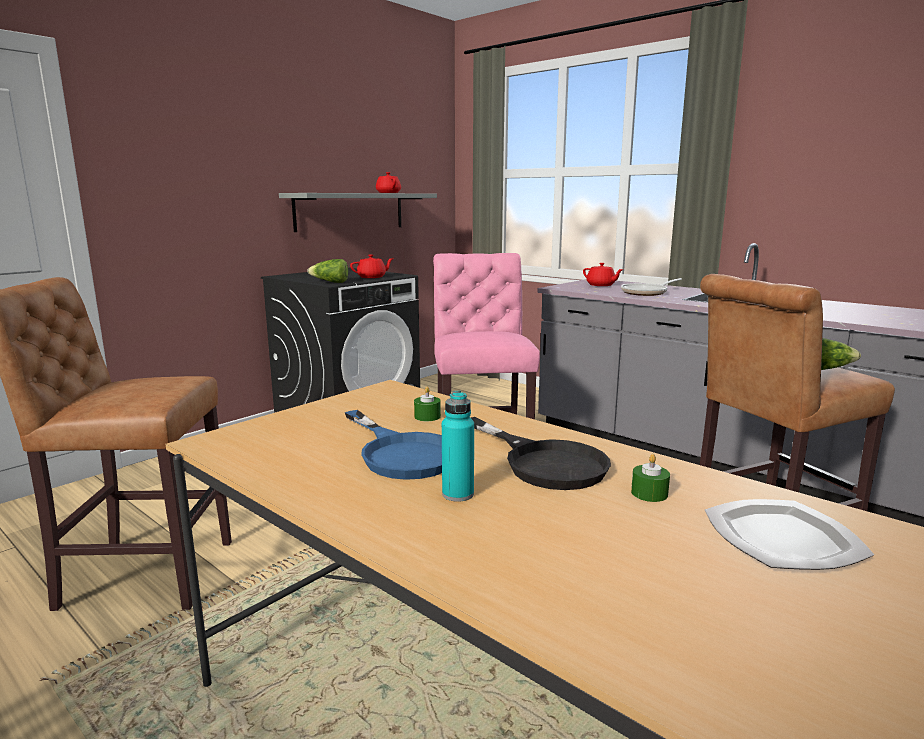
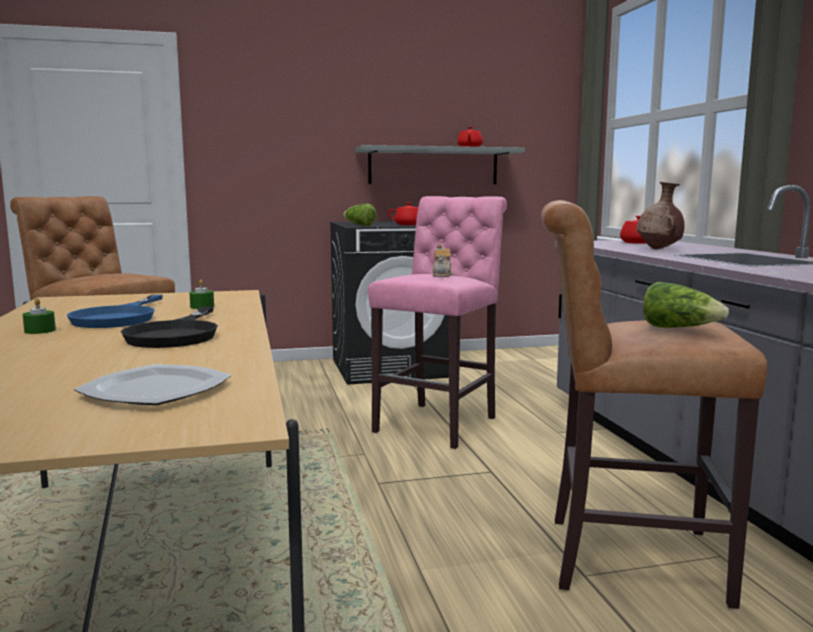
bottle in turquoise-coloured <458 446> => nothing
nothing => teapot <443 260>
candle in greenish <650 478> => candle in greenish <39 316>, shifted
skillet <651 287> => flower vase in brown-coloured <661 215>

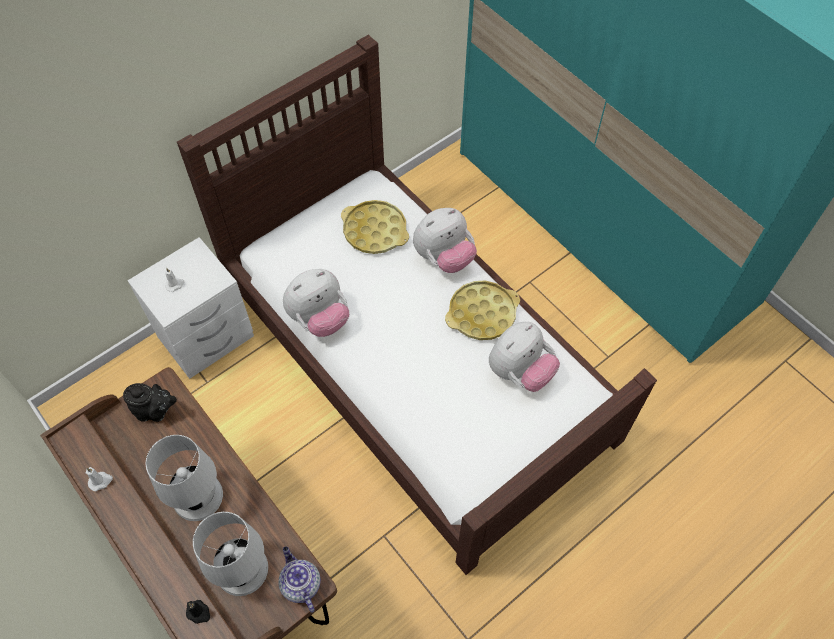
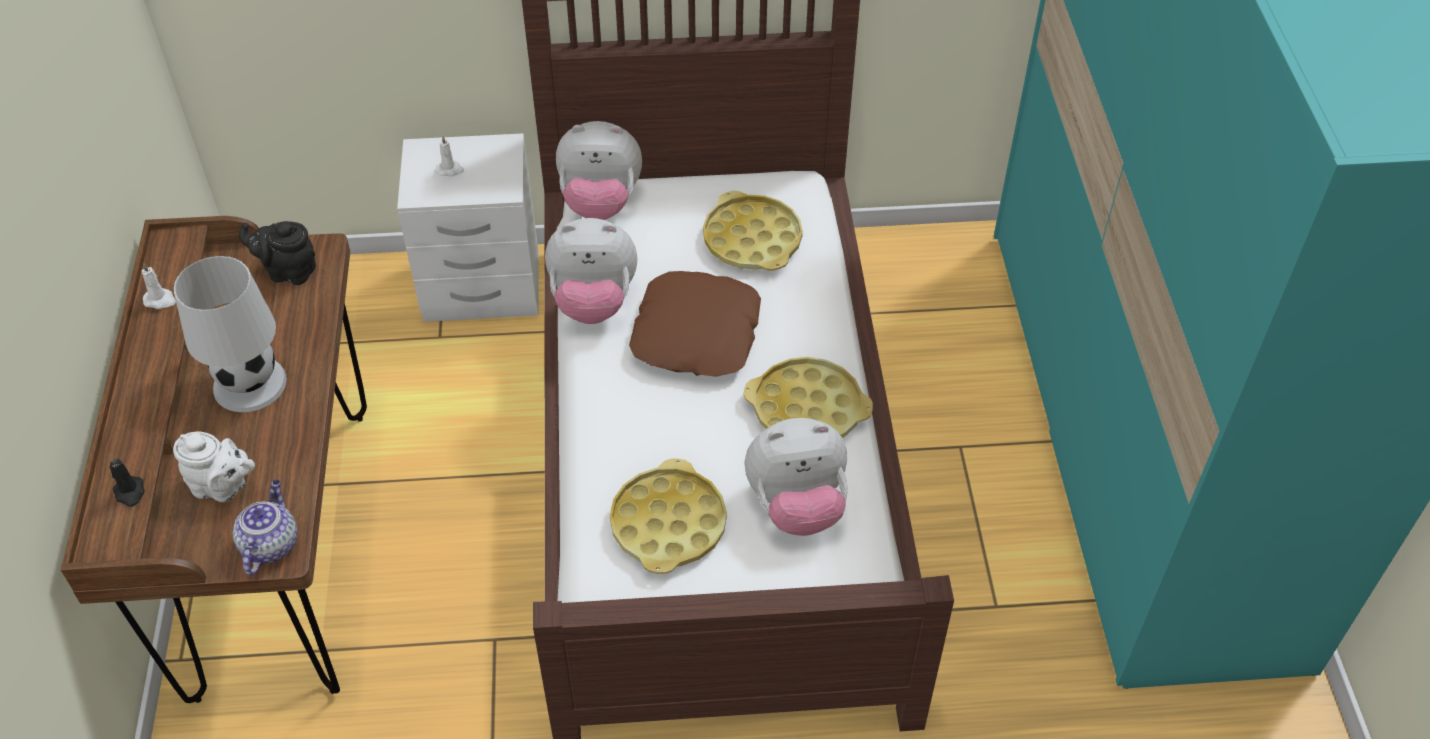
nothing => carrying tray in yellowish <668 516>
nothing => cushion in brown-coloured <695 324>
soft toy <445 240> => soft toy <599 170>, shifted
tabletop lamp in whitish <230 554> => teapot in whitish <214 466>
teapot in black <150 402> => teapot in black <277 253>, 150 degrees clockwise

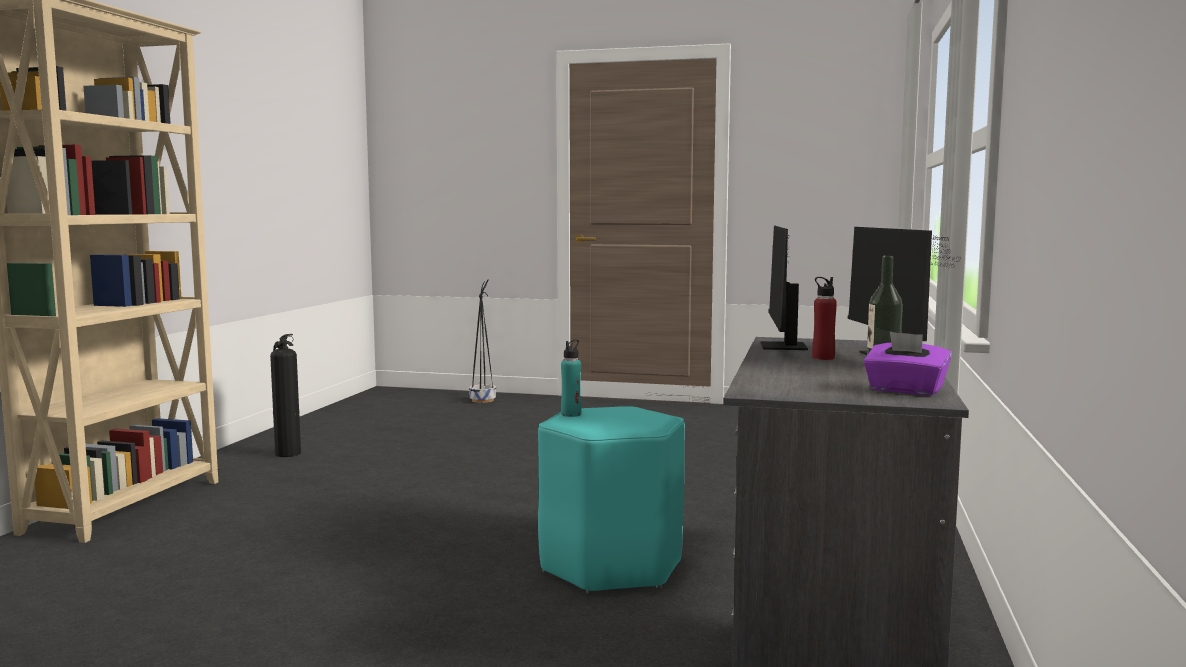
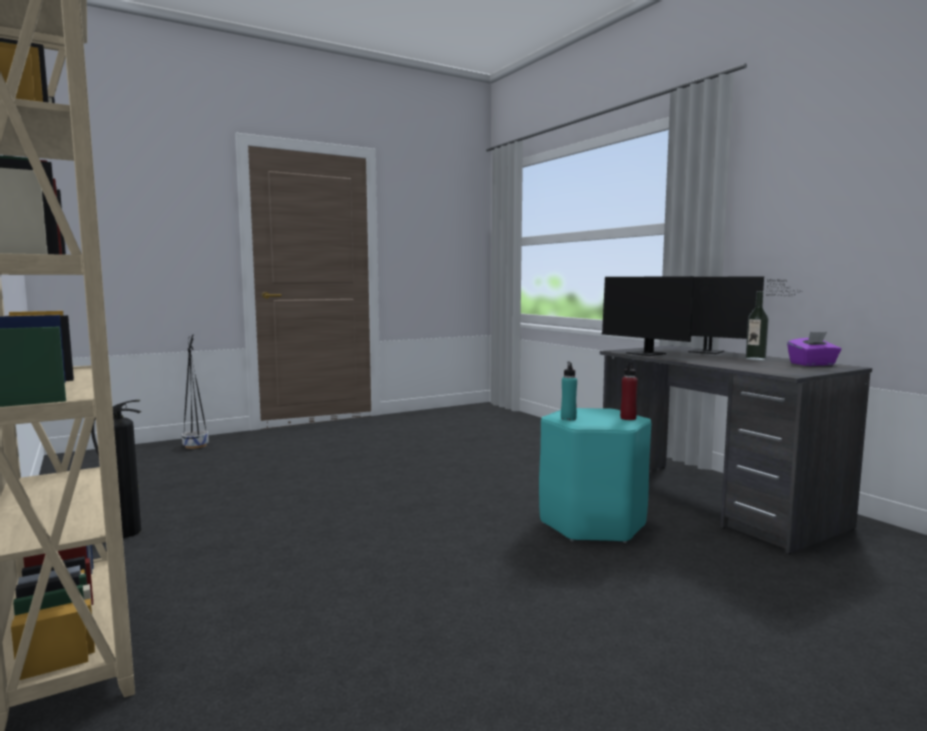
bottle in red <824 318> => bottle in red <629 391>, shifted

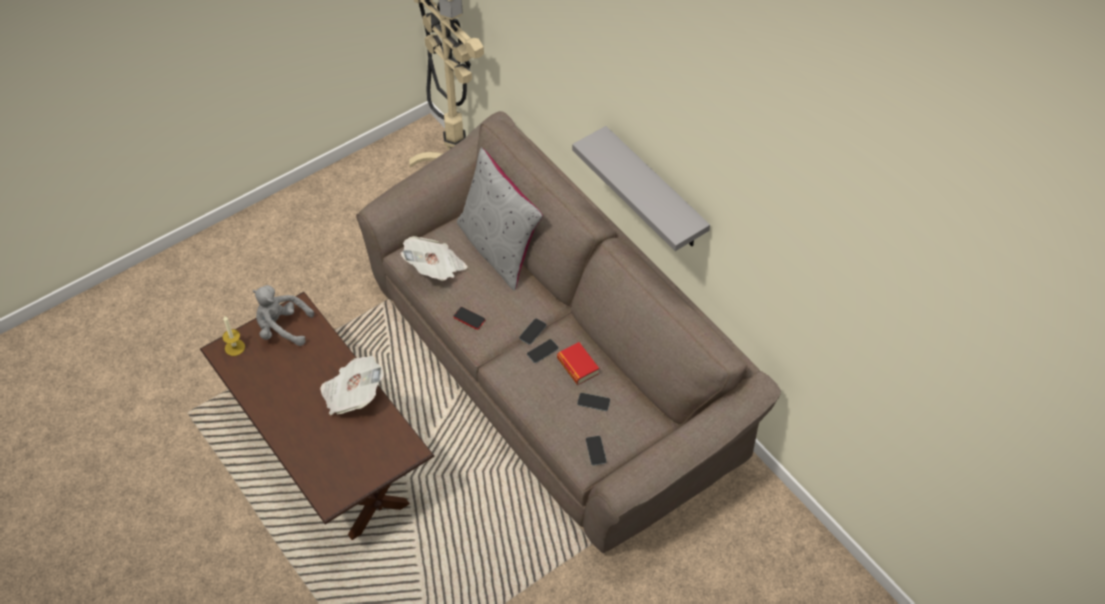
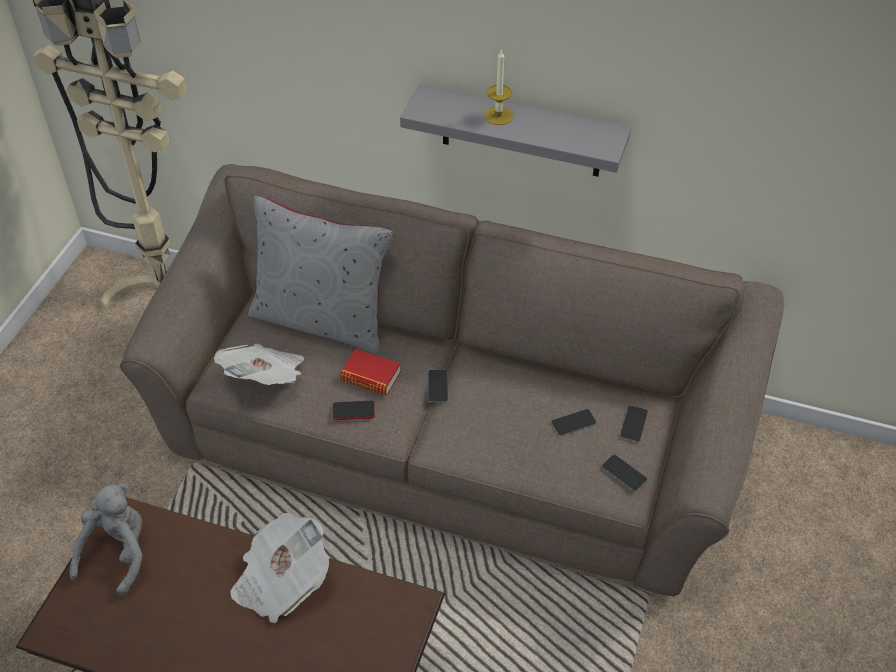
candle <233 336> => candle <498 87>, shifted
telephone <543 351> => telephone <634 424>, shifted
bound book <578 363> => bound book <370 372>, shifted
soft toy in grey <283 315> => soft toy in grey <106 540>, 135 degrees clockwise

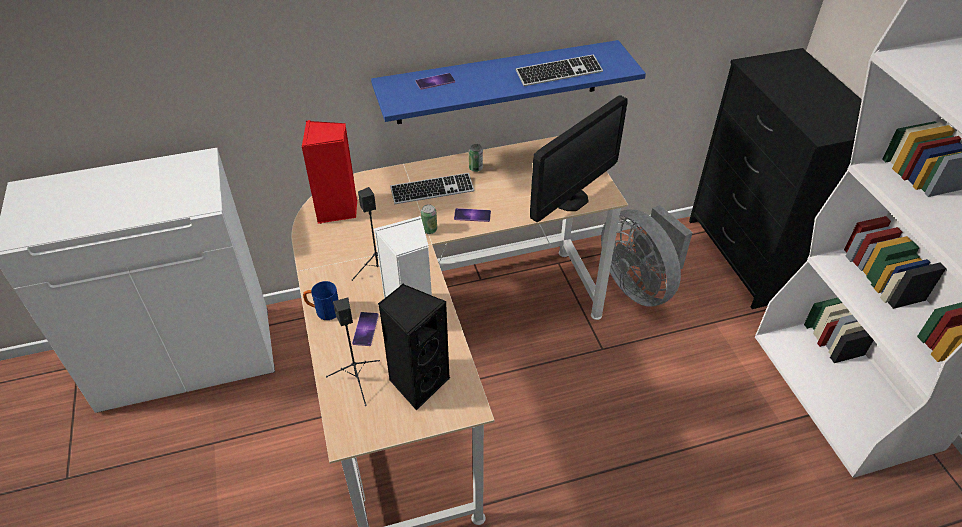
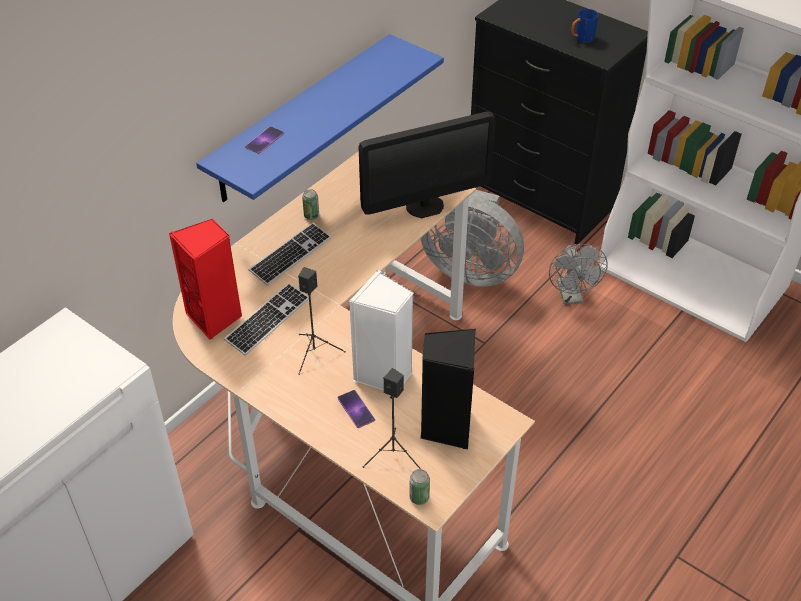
telephone <472 215> => nothing
nothing => cooling fan in grey <578 274>
mug in bluish <320 300> => mug in bluish <585 26>, shifted
metal can <429 219> => metal can <419 487>, shifted
computer keyboard <559 70> => computer keyboard <266 319>, shifted
computer display <579 158> => computer display <427 164>, 60 degrees clockwise

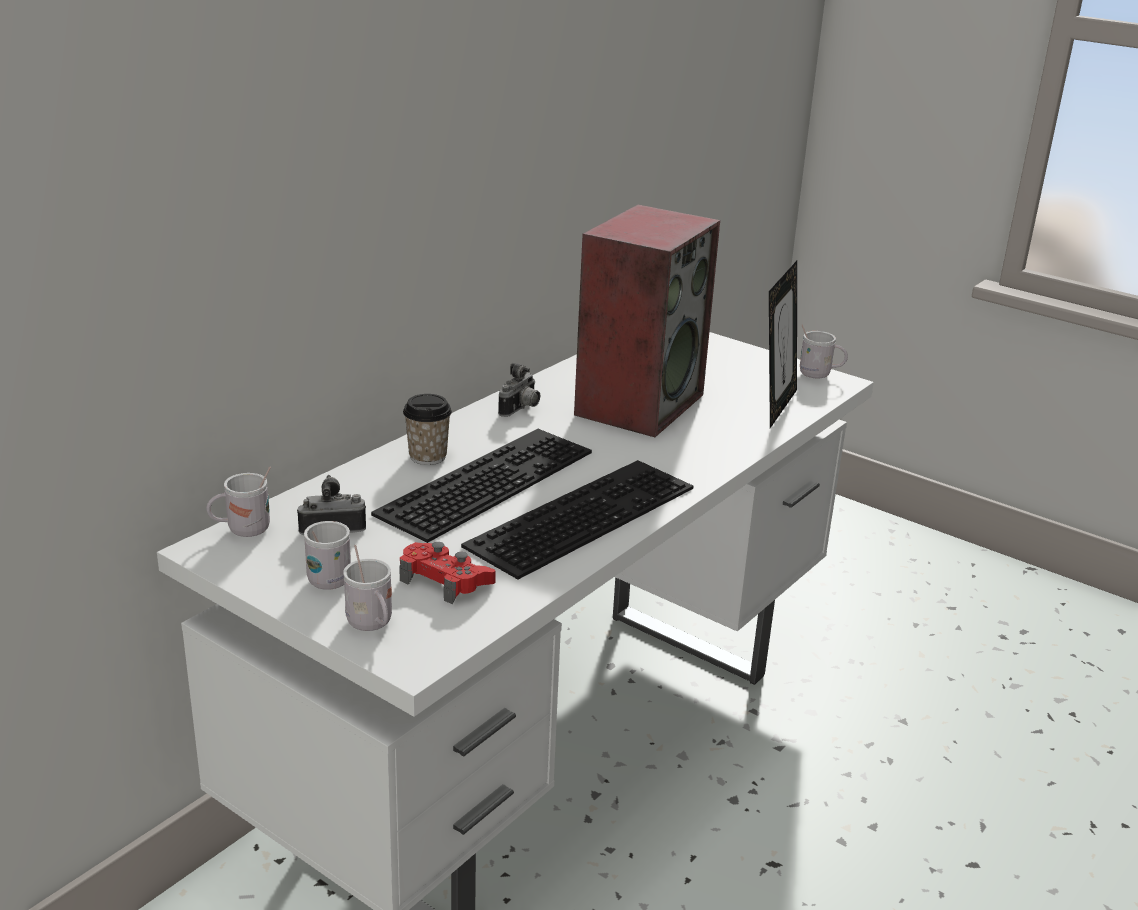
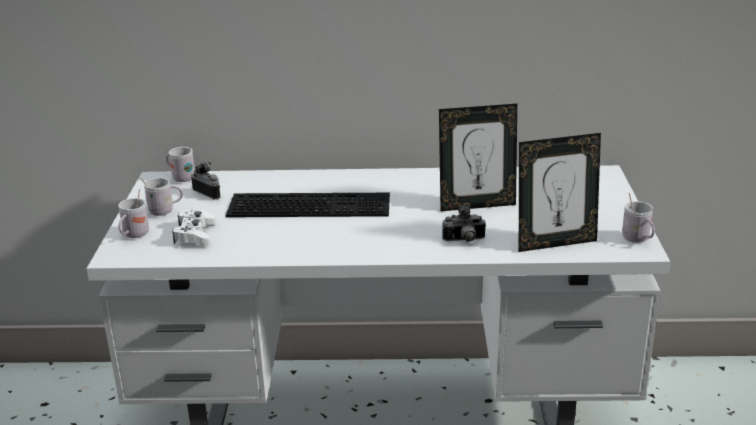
drinking cup <427 429> => nothing
computer keyboard <577 519> => nothing
still camera <519 390> => still camera <464 223>, shifted
speaker <647 321> => photo frame <478 157>
game controller in red <447 573> => game controller in whitish <194 227>

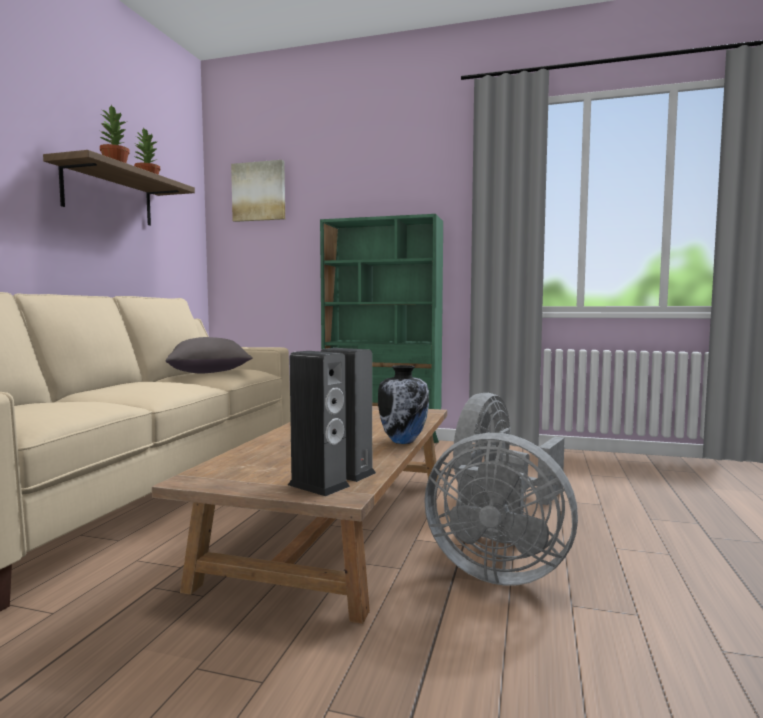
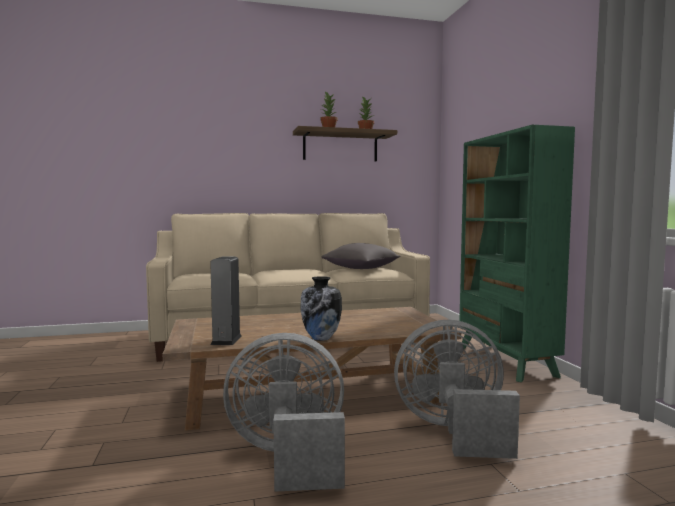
picture <258 191> => nothing
speaker <319 423> => nothing
cooling fan in grey <501 509> => cooling fan in grey <284 412>, 90 degrees clockwise

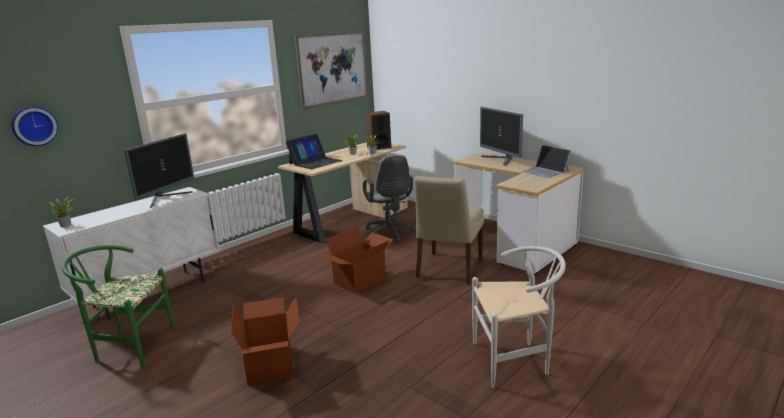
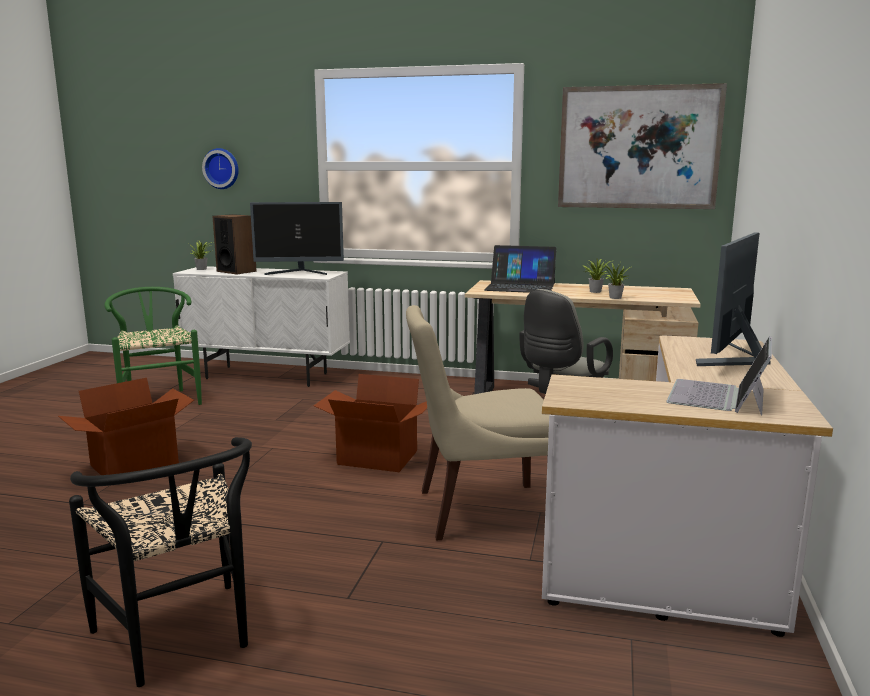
speaker <378 130> => speaker <234 244>, shifted
upright chair in whitish <519 317> => upright chair in black <160 562>

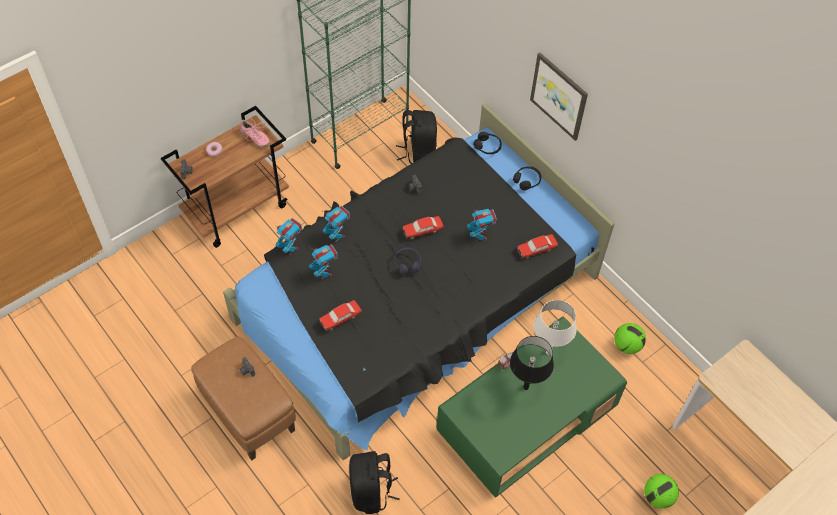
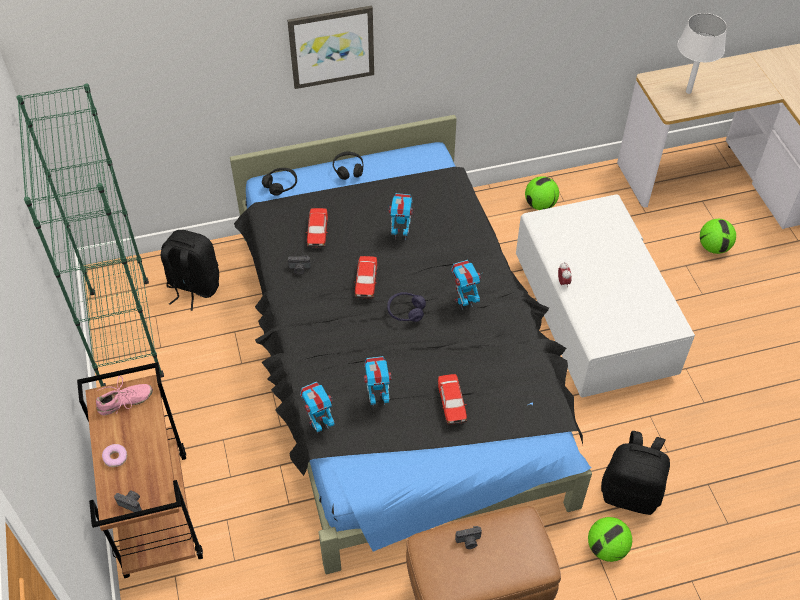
tabletop lamp in black <532 363> => nothing
nothing => ball for football <610 539>
robot figure <336 224> => robot figure <466 285>, shifted
miniature car <537 246> => miniature car <317 227>, shifted
tabletop lamp in whitish <555 327> => tabletop lamp in whitish <702 53>, shifted
low table in greenish <531 407> => low table in whitish <605 295>

